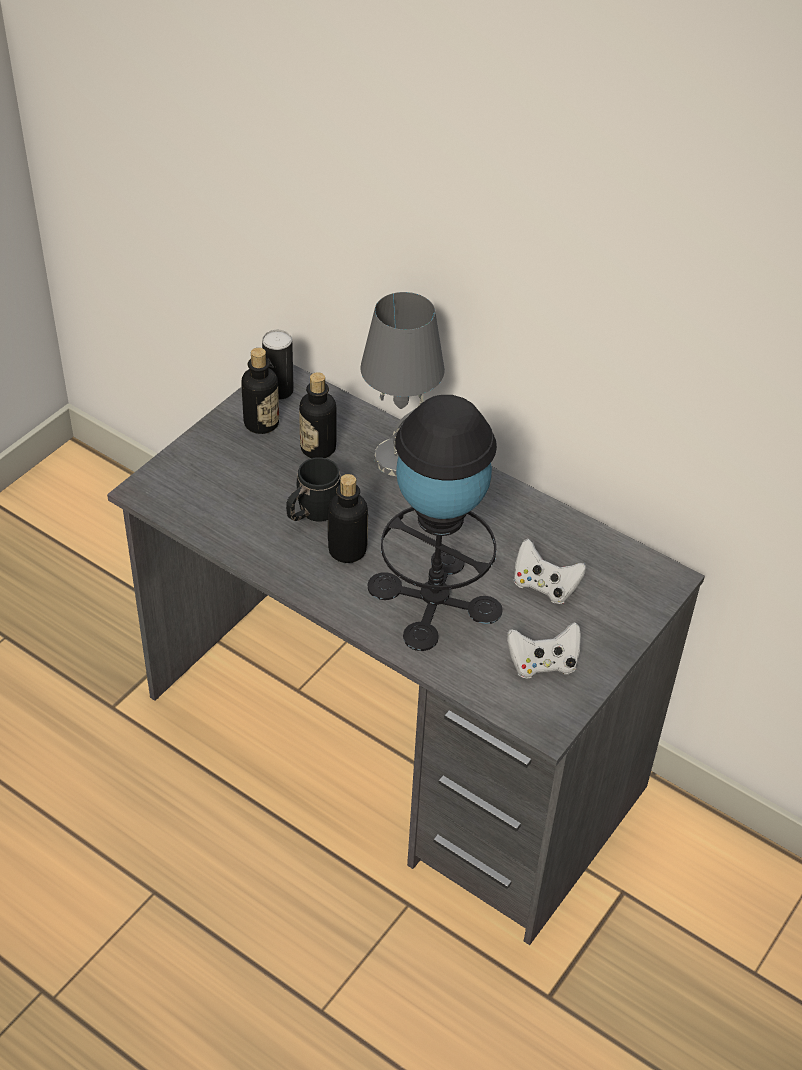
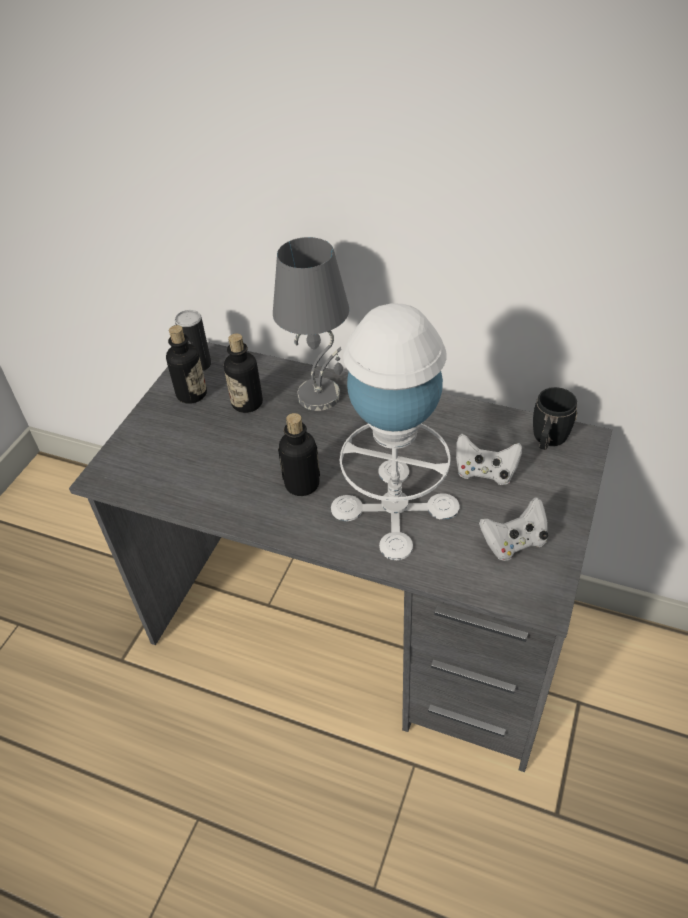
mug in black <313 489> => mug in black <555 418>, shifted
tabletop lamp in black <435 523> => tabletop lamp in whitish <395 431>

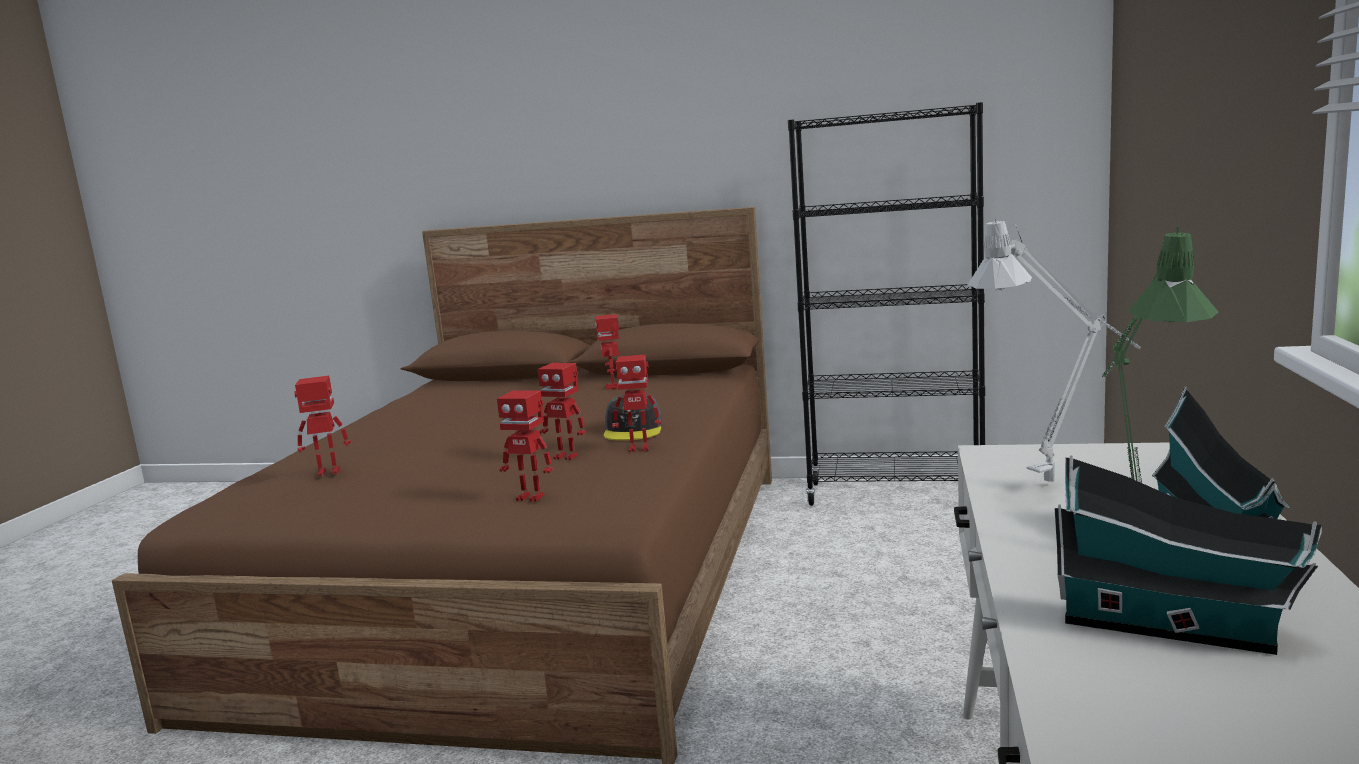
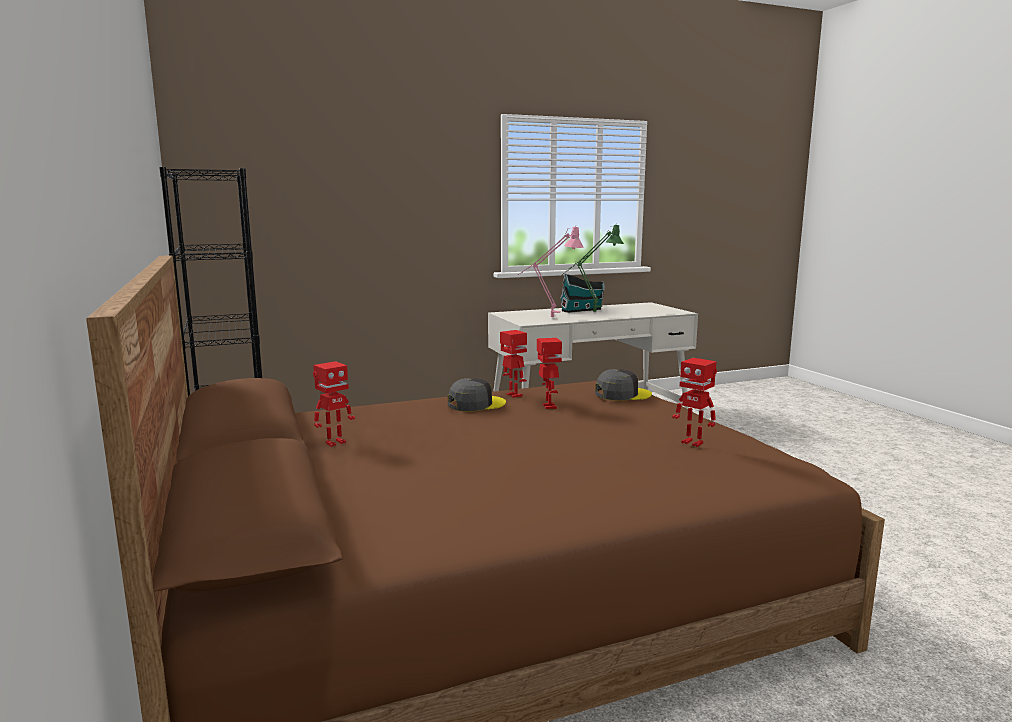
model house <1188 555> => nothing
robot figure <525 446> => cap in grey <623 385>
tabletop lamp in grey <1054 350> => tabletop lamp in pink-coloured <550 272>

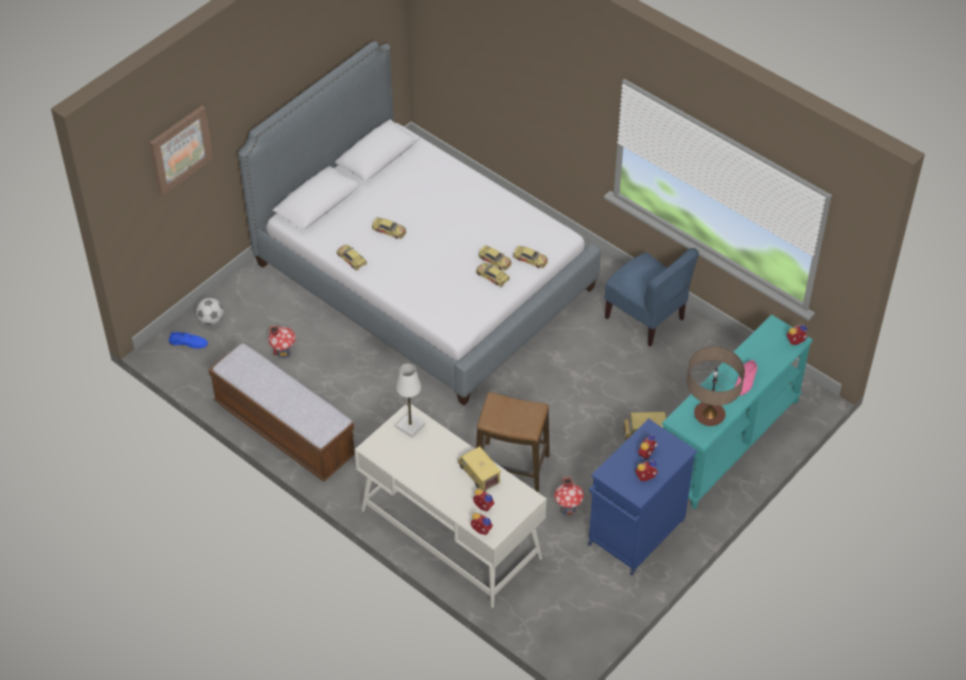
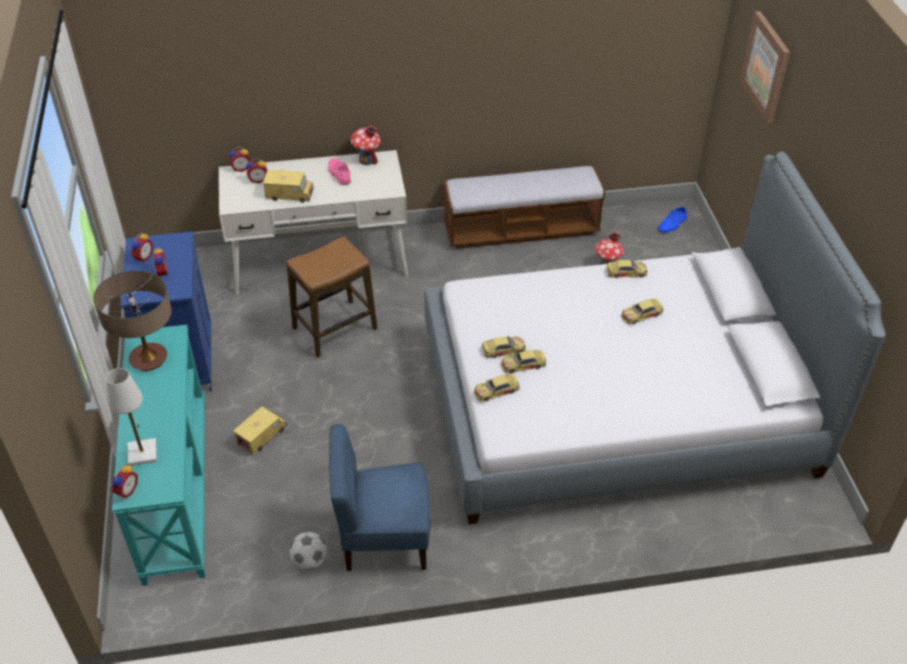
ball for football <210 311> => ball for football <308 551>, shifted
tabletop lamp in whitish <410 400> => tabletop lamp in whitish <131 417>, shifted
model house <569 496> => model house <366 145>, shifted
shoe in pink-coloured <745 378> => shoe in pink-coloured <340 171>, shifted

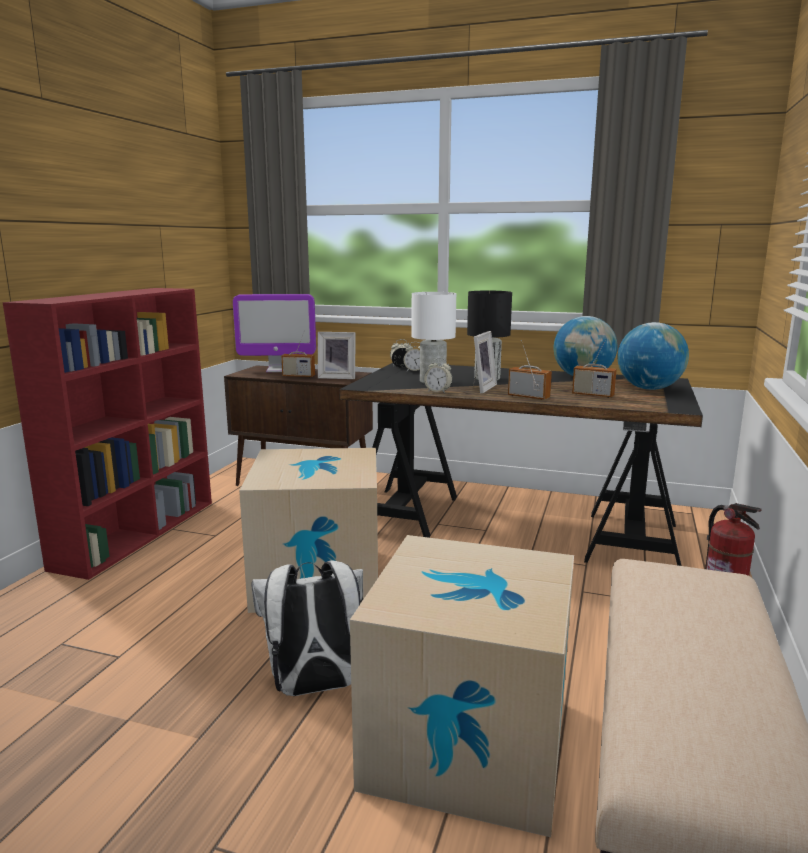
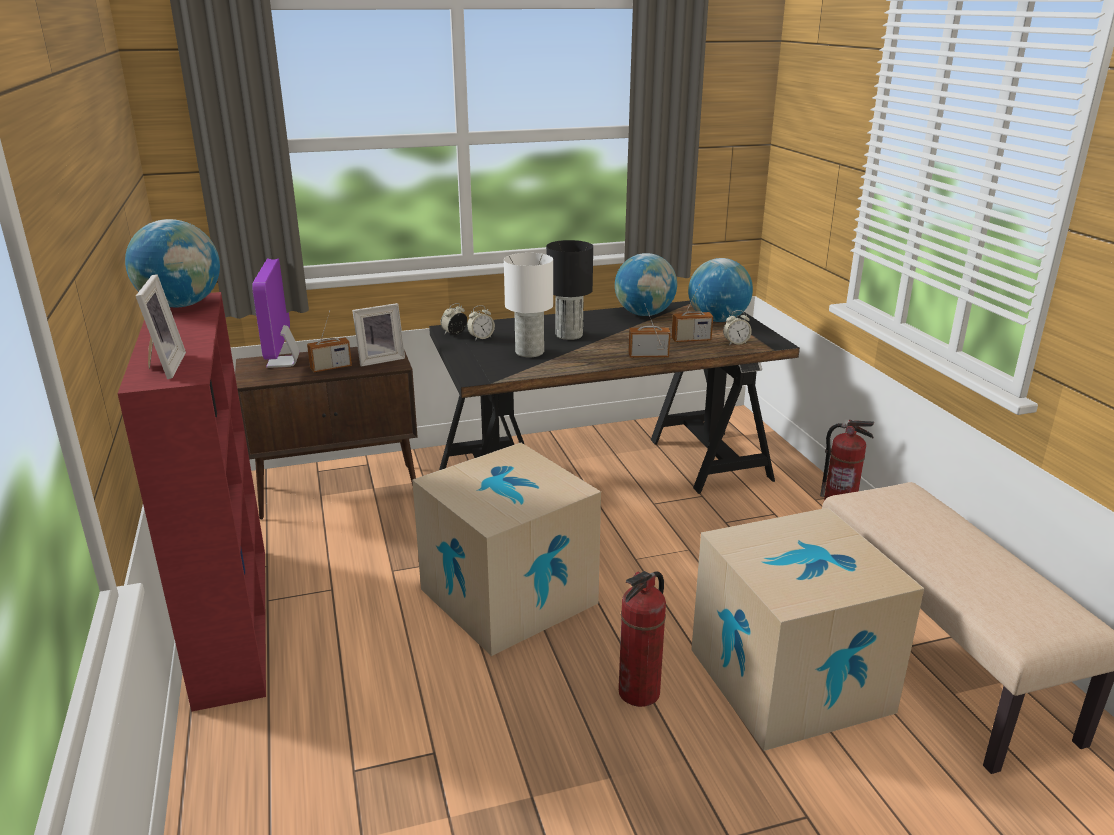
nothing => globe <172 263>
table clock <438 375> => table clock <737 327>, shifted
photo frame <484 362> => photo frame <161 326>, shifted
rucksack in whitish <307 628> => extinguisher <642 639>
computer display <274 333> => computer display <275 313>, 120 degrees clockwise

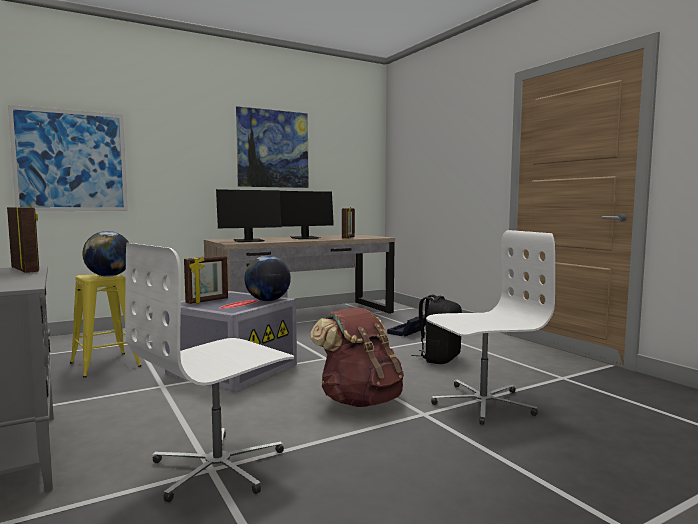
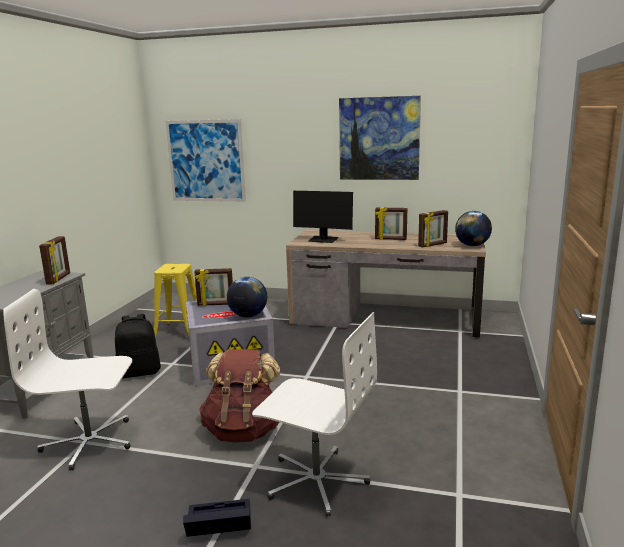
globe <106 254> => globe <473 228>, shifted
storage box in black <406 325> => storage box in black <217 518>, shifted
rucksack in black <436 329> => rucksack in black <138 346>, shifted
computer display <307 215> => photo frame <391 223>

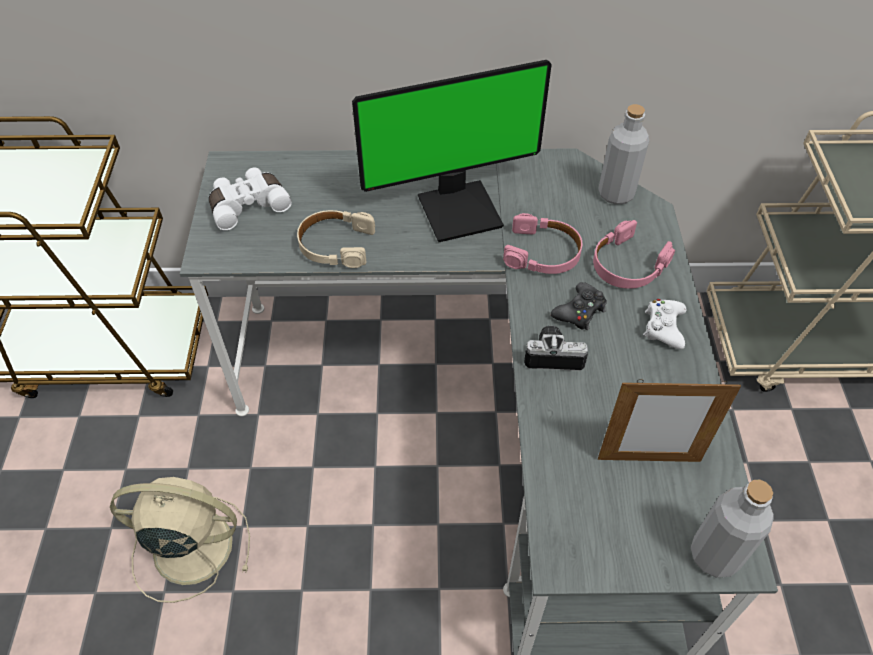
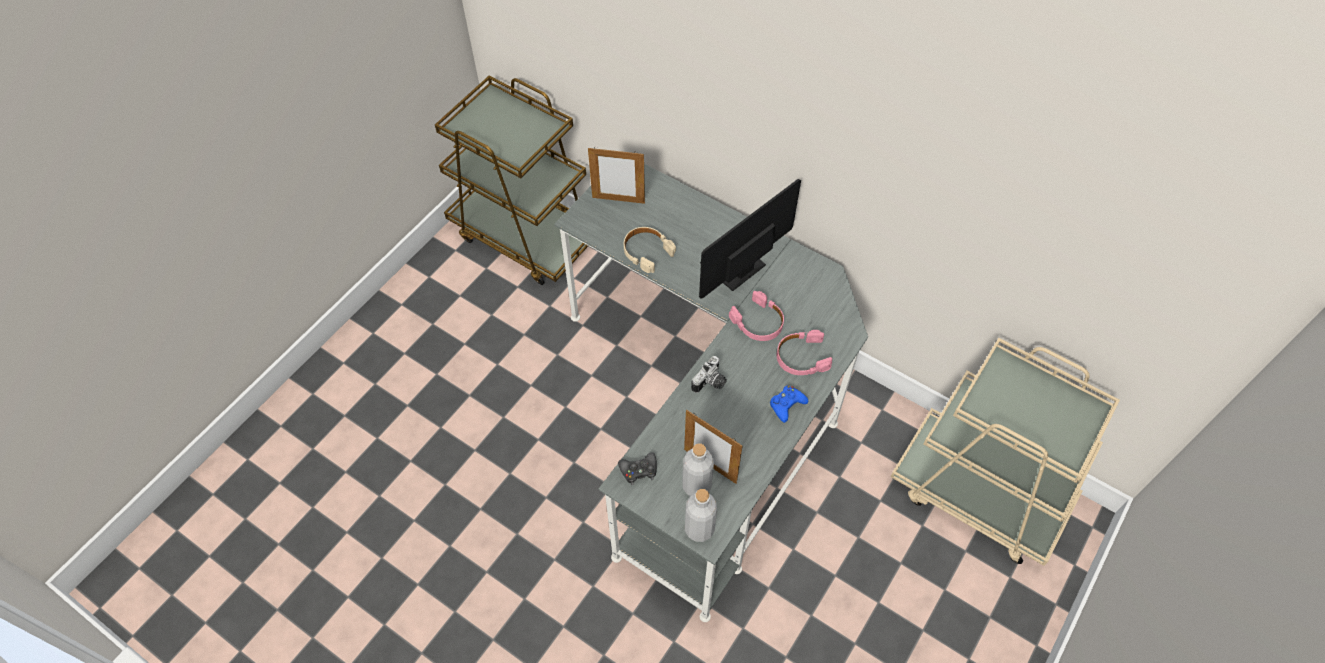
cooling fan in sand-coloured <180 540> => nothing
game controller in black <579 306> => game controller in black <637 469>, shifted
bottle in grey <623 154> => bottle in grey <698 469>, shifted
binoculars in whitish <250 199> => photo frame <616 175>
game controller in whitish <664 324> => game controller in bluish <789 404>
computer display <452 151> => computer display <750 239>, 120 degrees clockwise
still camera <556 348> => still camera <709 374>, 90 degrees clockwise

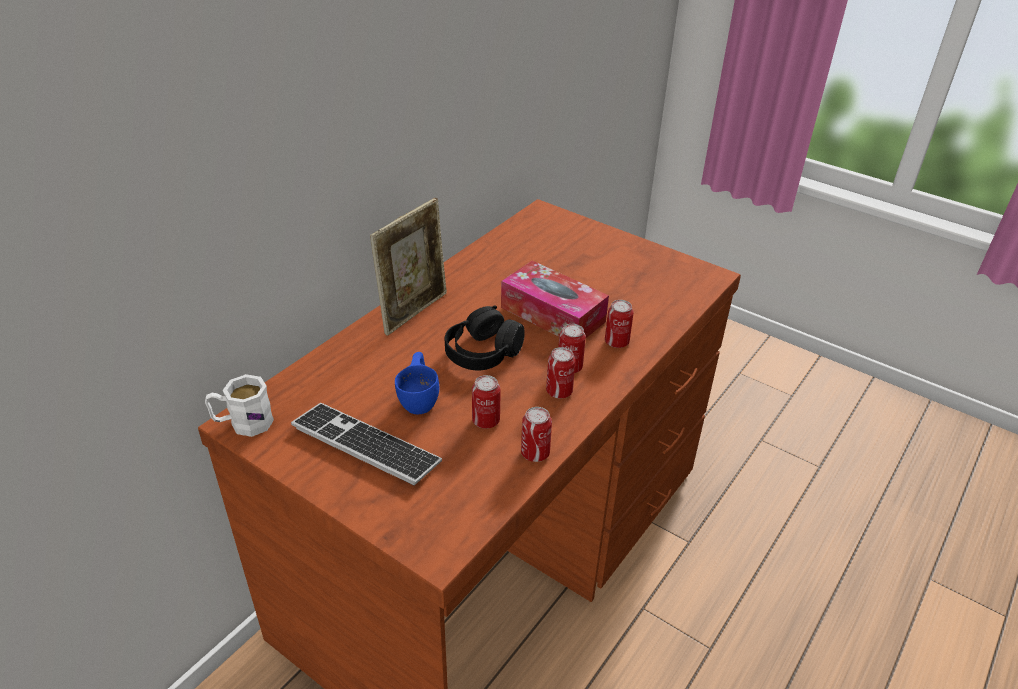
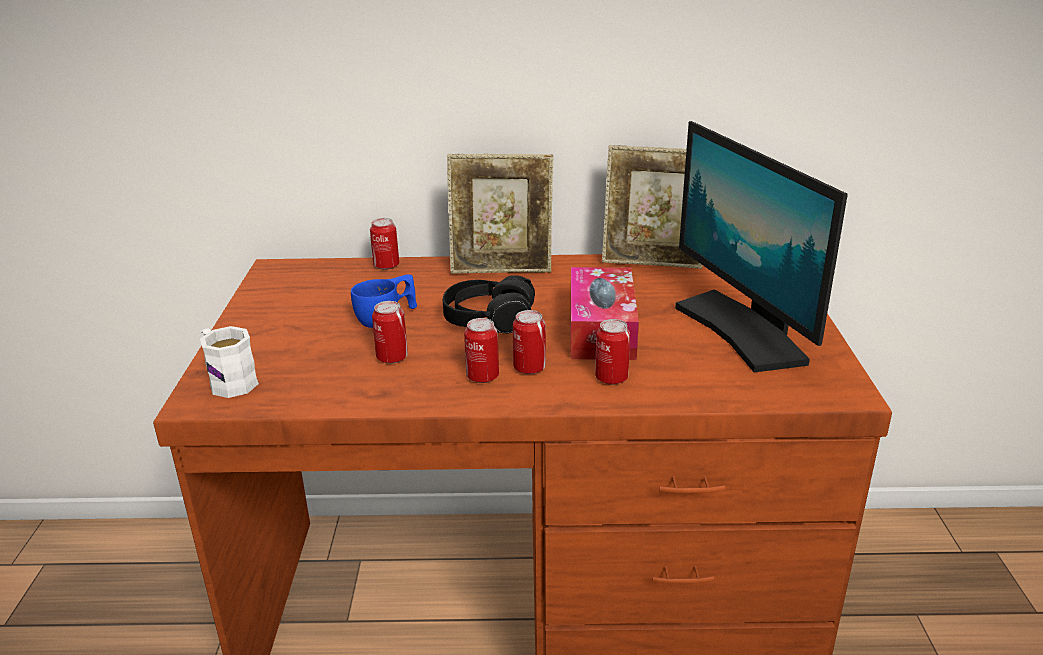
computer keyboard <366 444> => nothing
nothing => photo frame <652 207>
nothing => computer display <761 247>
mug in whitish <239 405> => mug in whitish <229 362>, shifted
metal can <536 434> => metal can <384 244>, shifted

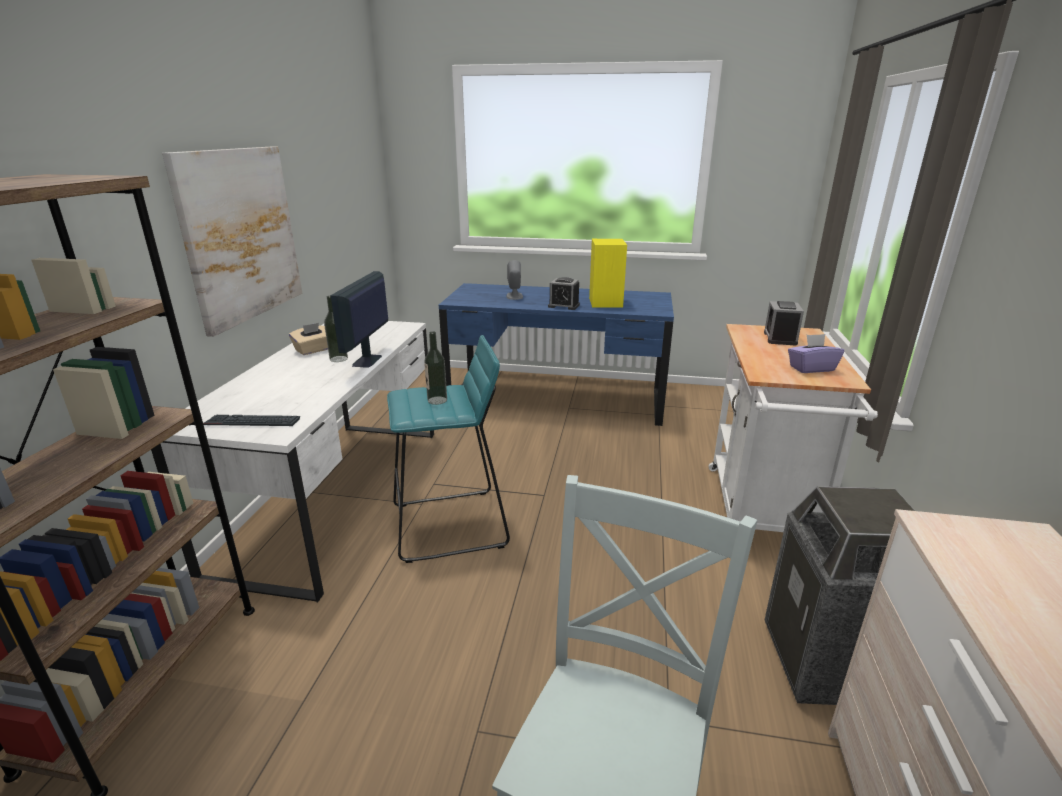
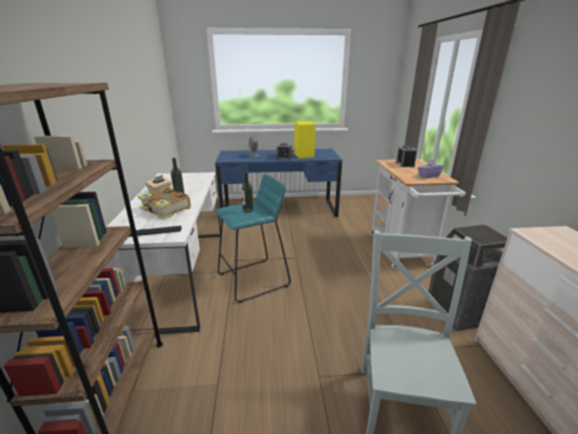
picture <232 241> => nothing
computer display <359 319> => nothing
nothing => bound book <164 203>

